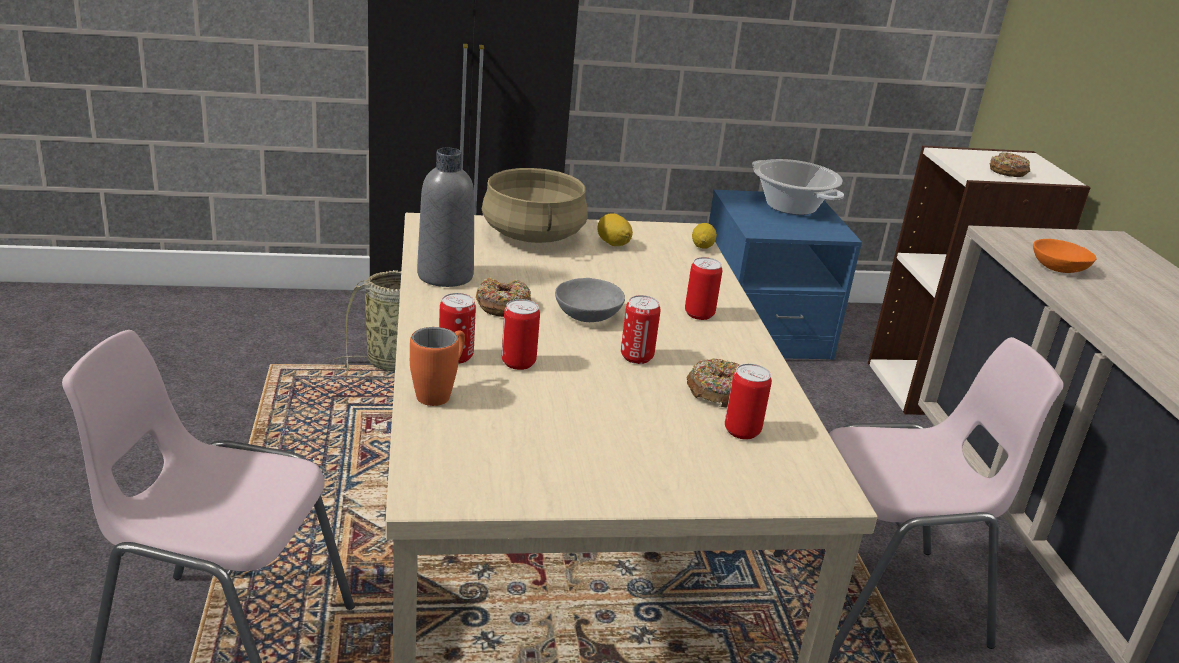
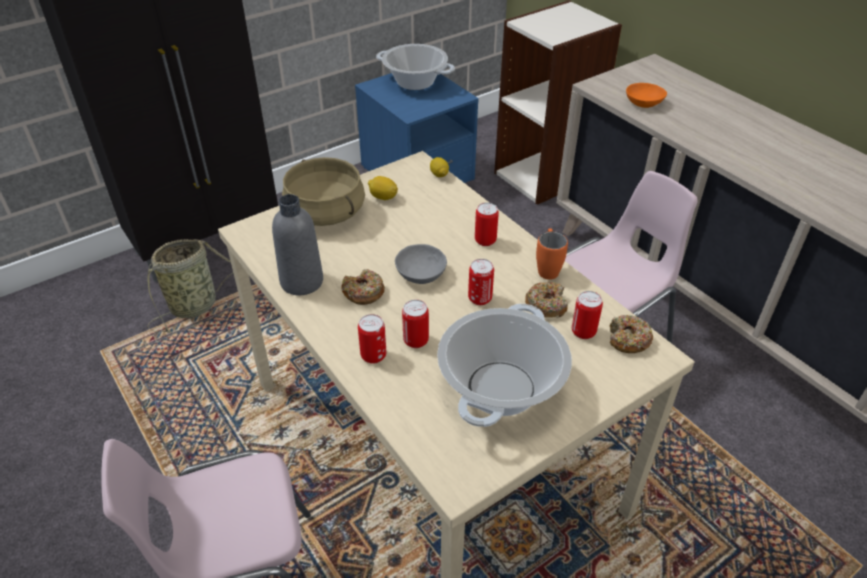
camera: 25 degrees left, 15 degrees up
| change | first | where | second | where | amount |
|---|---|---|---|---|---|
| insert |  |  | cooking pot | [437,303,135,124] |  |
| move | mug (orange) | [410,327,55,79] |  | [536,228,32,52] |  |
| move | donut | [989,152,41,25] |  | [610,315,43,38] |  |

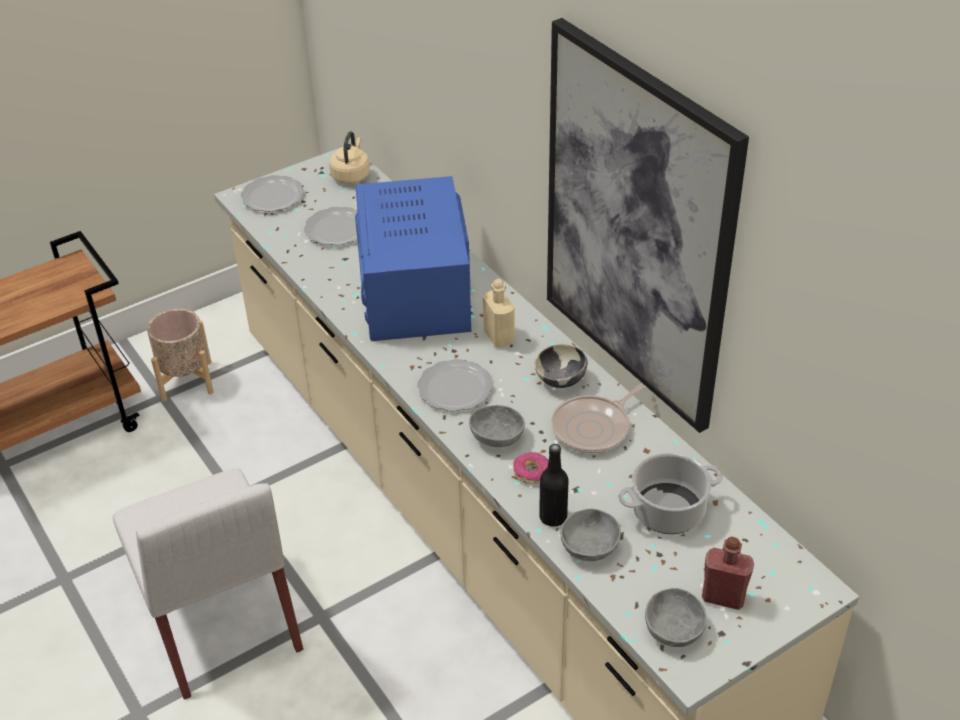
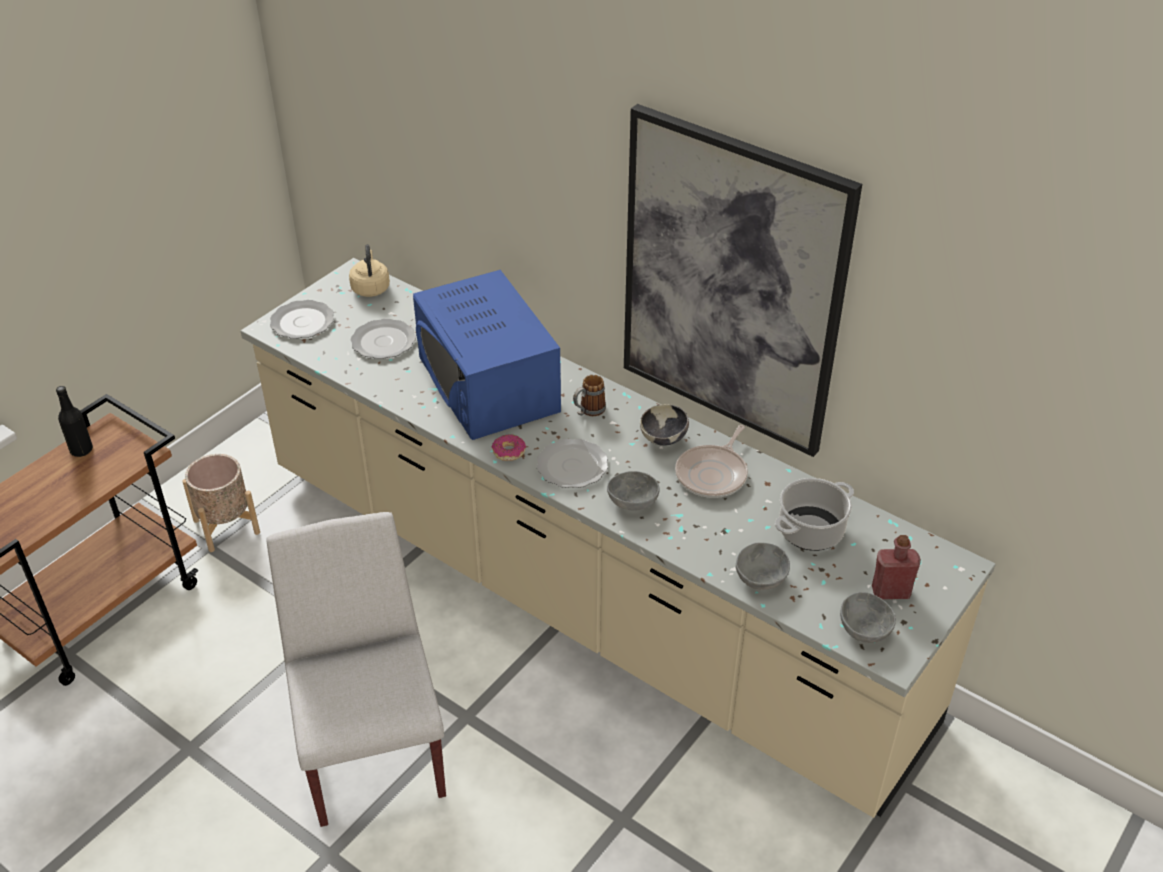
camera: 20 degrees left, 0 degrees up
| change | first | where | second | where | amount |
|---|---|---|---|---|---|
| move | bottle (black) | [539,444,30,82] |  | [56,386,37,71] |  |
| rotate | chair (white) | [113,469,190,231] |  | [267,512,179,315] | 150 degrees counterclockwise |
| move | donut | [513,452,36,32] |  | [492,434,34,27] |  |
| replace | bottle (beige) | [483,279,32,68] | mug | [573,375,33,41] |  |

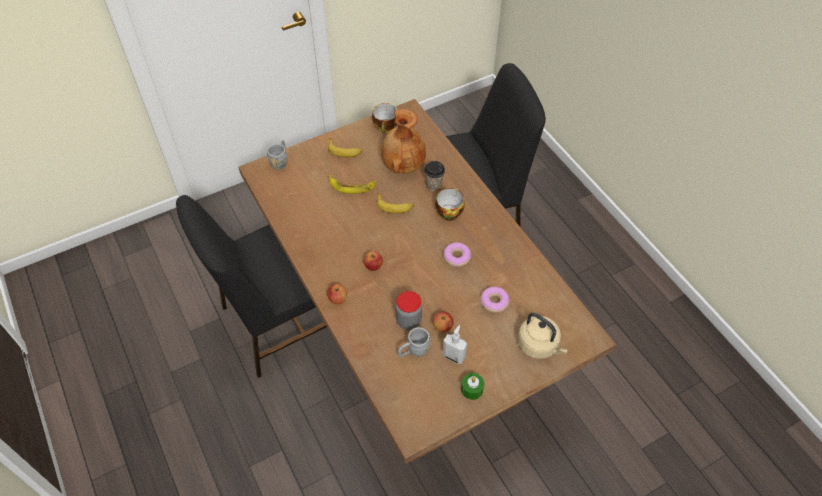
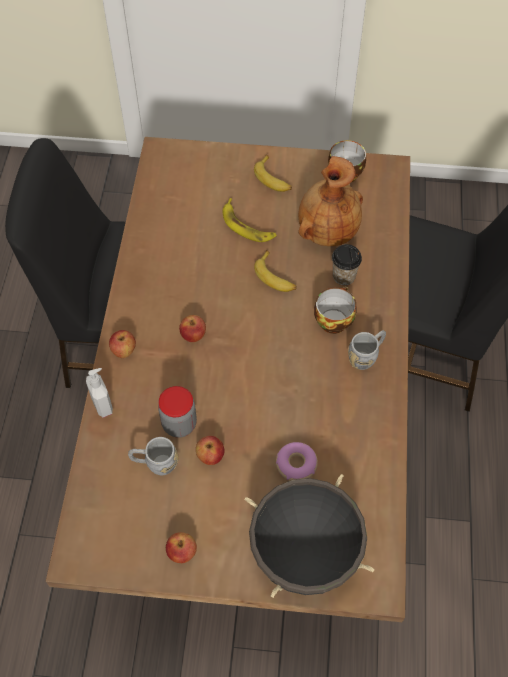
camera: 35 degrees right, 5 degrees up
| change | first | where | second | where | amount |
|---|---|---|---|---|---|
| move | soap dispenser | [443,325,24,39] |  | [86,368,27,50] |  |
| replace | candle (green) | [461,373,23,27] | apple | [166,532,31,31] |  |
| replace | kettle (beige) | [518,313,49,46] | cooking pot (black) | [245,474,129,124] |  |
| move | mug (grey) | [267,140,21,30] |  | [348,330,38,40] |  |
| delete | donut | [443,242,28,25] |  |  |  |

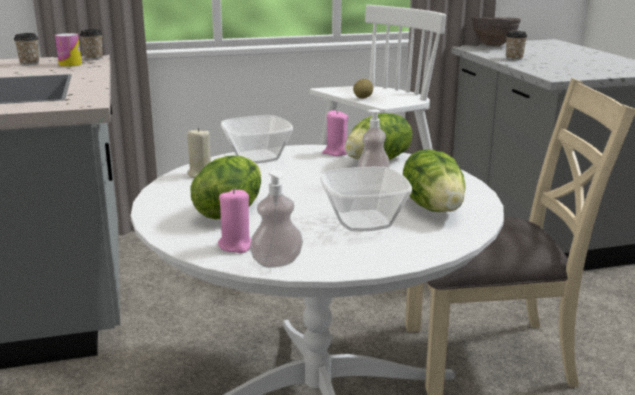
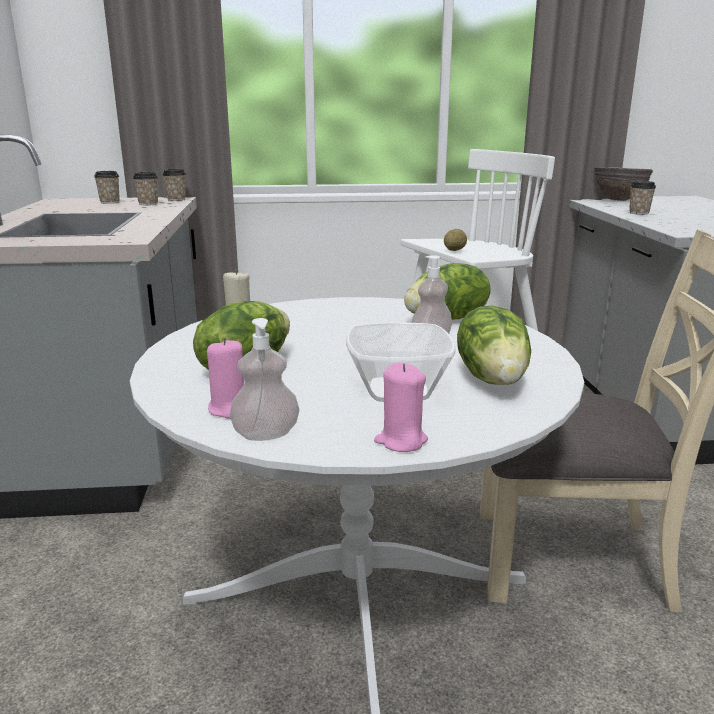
camera: 10 degrees right, 0 degrees up
| change | first | where | second | where | amount |
|---|---|---|---|---|---|
| replace | can | [55,33,27,34] | cup | [133,172,25,33] |  |
| move | candle (pink) | [322,110,26,46] |  | [374,362,54,90] |  |
| delete | bowl | [221,115,72,49] |  |  |  |

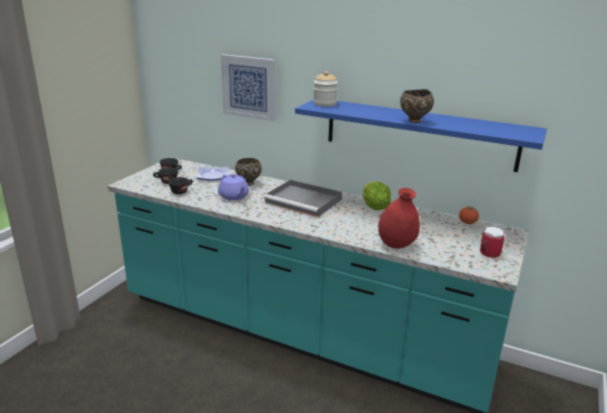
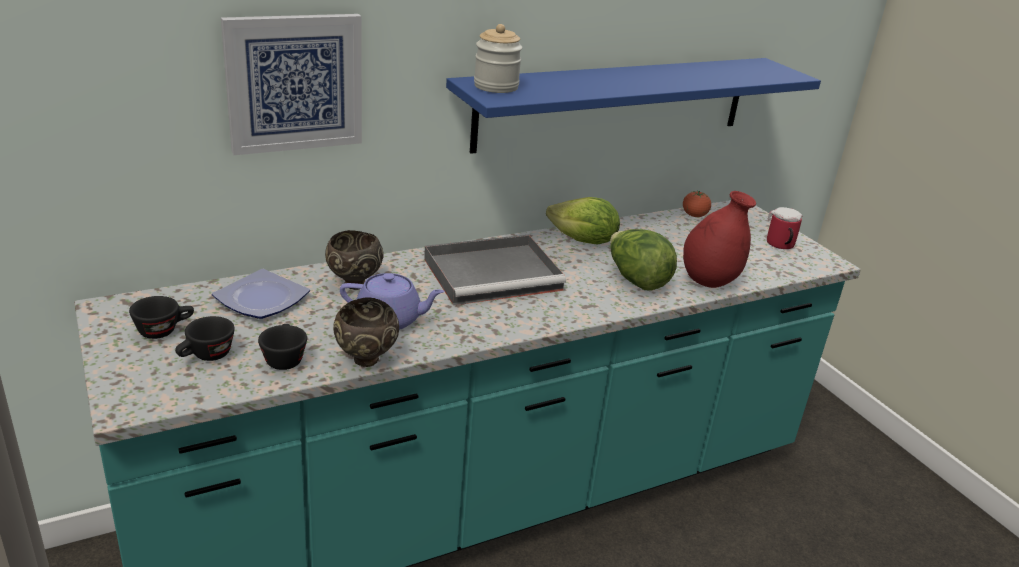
camera: 55 degrees left, 5 degrees up
| change | first | where | second | where | amount |
|---|---|---|---|---|---|
| move | bowl (brown) | [400,89,34,34] |  | [333,298,66,69] |  |
| insert |  |  | lettuce | [610,229,67,62] |  |

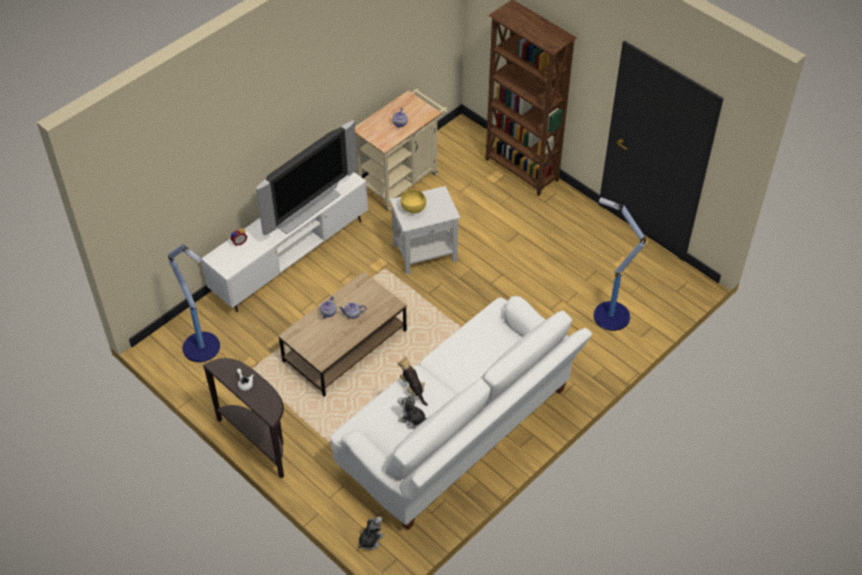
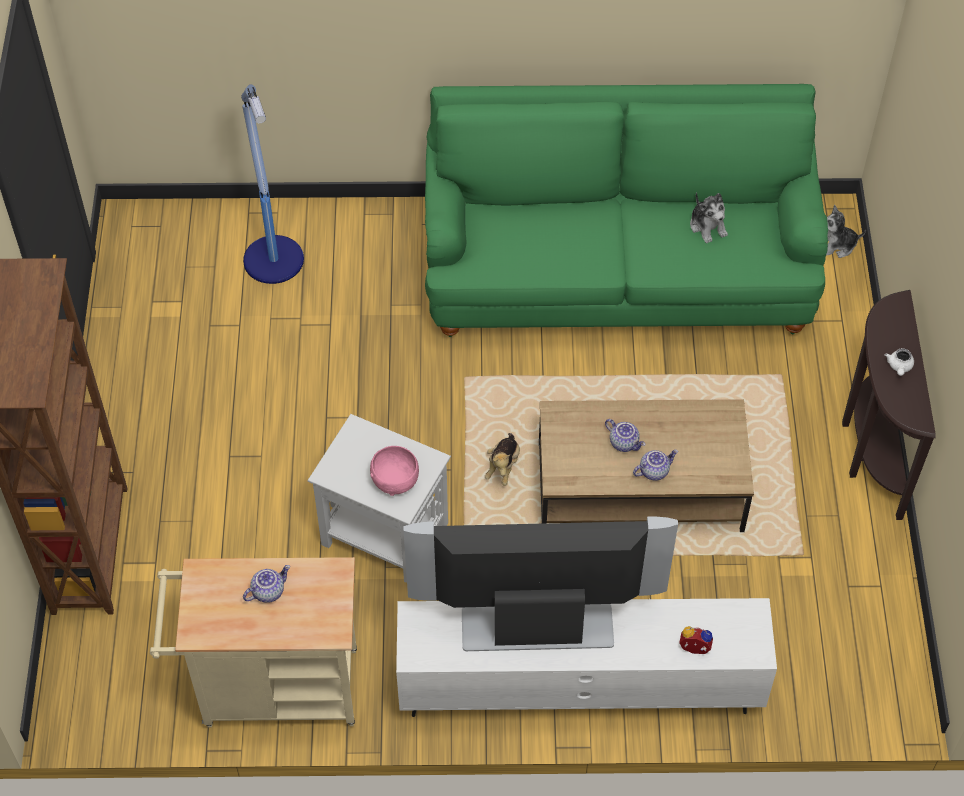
camera: 135 degrees left, 5 degrees up
| change | first | where | second | where | amount |
|---|---|---|---|---|---|
| recolor | bowl (yellow) | [400,189,26,24] | bowl (pink) | [370,446,49,50] |  |
| recolor | sofa (white) | [331,296,261,234] | sofa (green) | [425,84,403,253] |  |
| move | plush toy | [397,355,31,51] |  | [485,433,35,53] |  |
| delete | floor lamp | [168,244,52,118] |  |  |  |

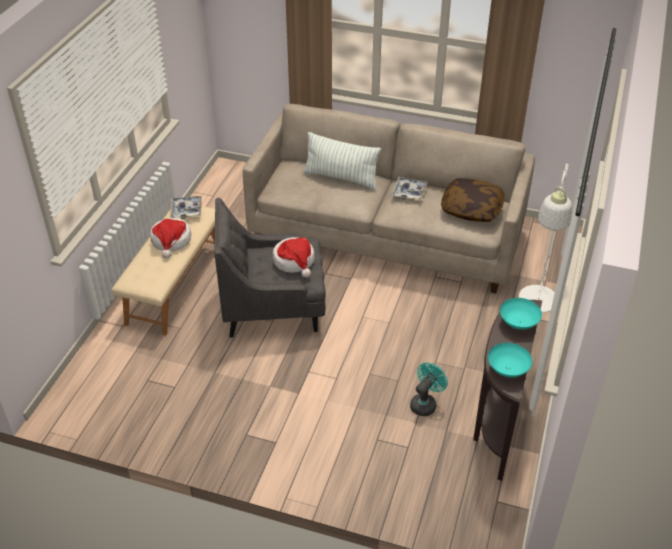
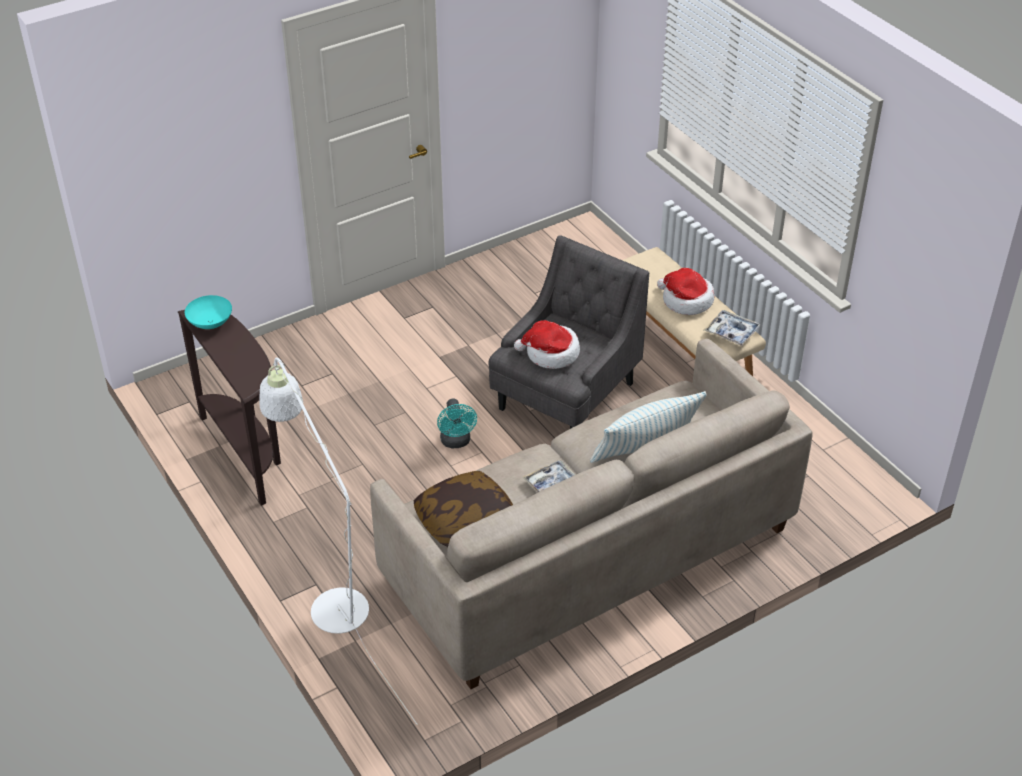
camera: 130 degrees right, 0 degrees up
| change | first | where | second | where | amount |
|---|---|---|---|---|---|
| move | fan (turquoise) | [410,363,38,53] |  | [437,398,40,50] |  |
| delete | bowl (turquoise) | [500,298,42,32] |  |  |  |

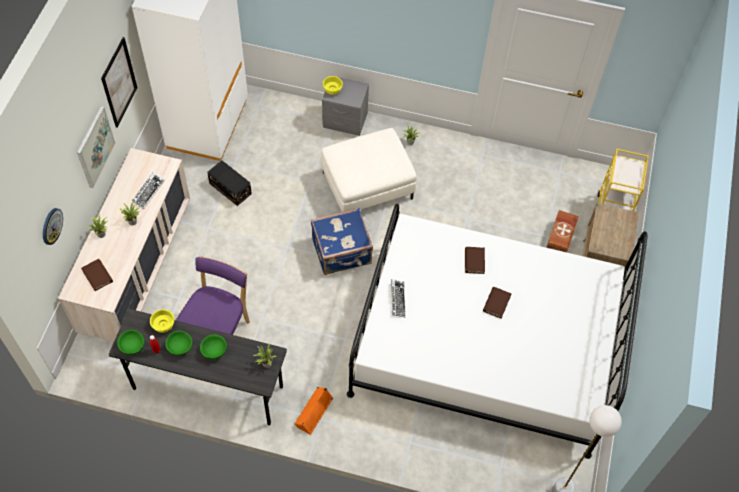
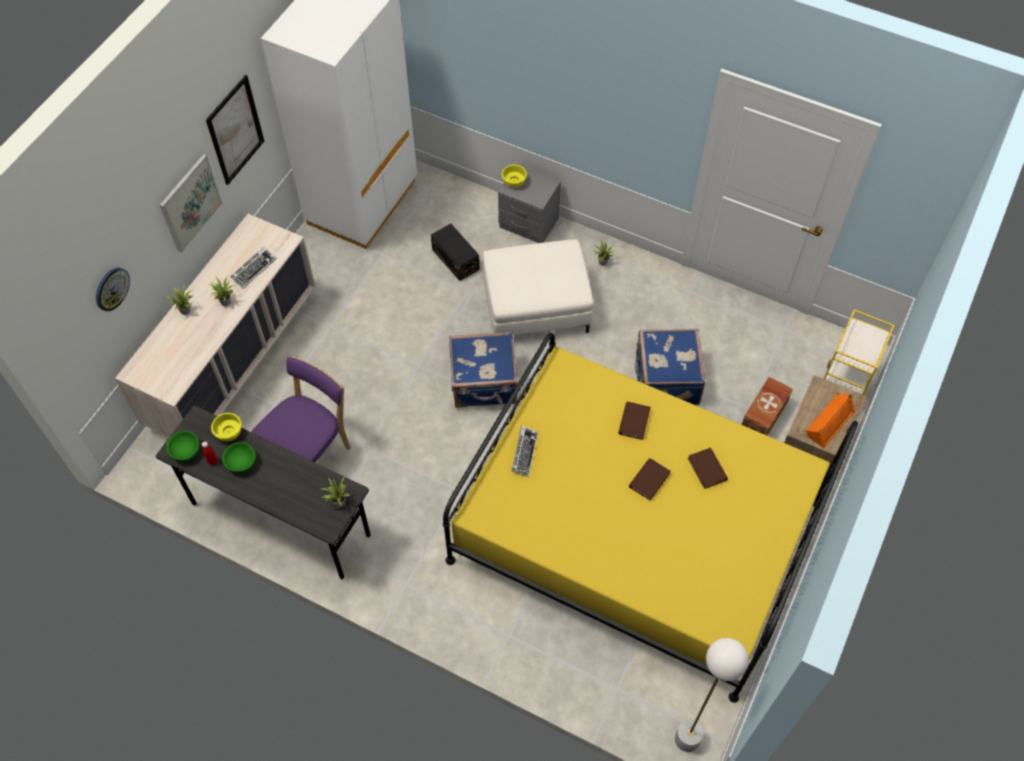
camera: 15 degrees right, 0 degrees up
| change | first | where | second | where | amount |
|---|---|---|---|---|---|
| move | storage box (black) | [207,160,45,46] |  | [431,224,49,57] |  |
| recolor | bed (white) | [347,204,300,255] | bed (yellow) | [443,333,415,370] |  |
| insert |  |  | suitcase (blue) | [635,329,70,77] |  |
| move | book (brown) | [81,259,32,32] |  | [688,448,40,41] |  |
| move | speaker (orange) | [294,387,39,48] |  | [806,393,49,55] |  |
| delete | bowl (green) | [200,335,27,24] |  |  |  |

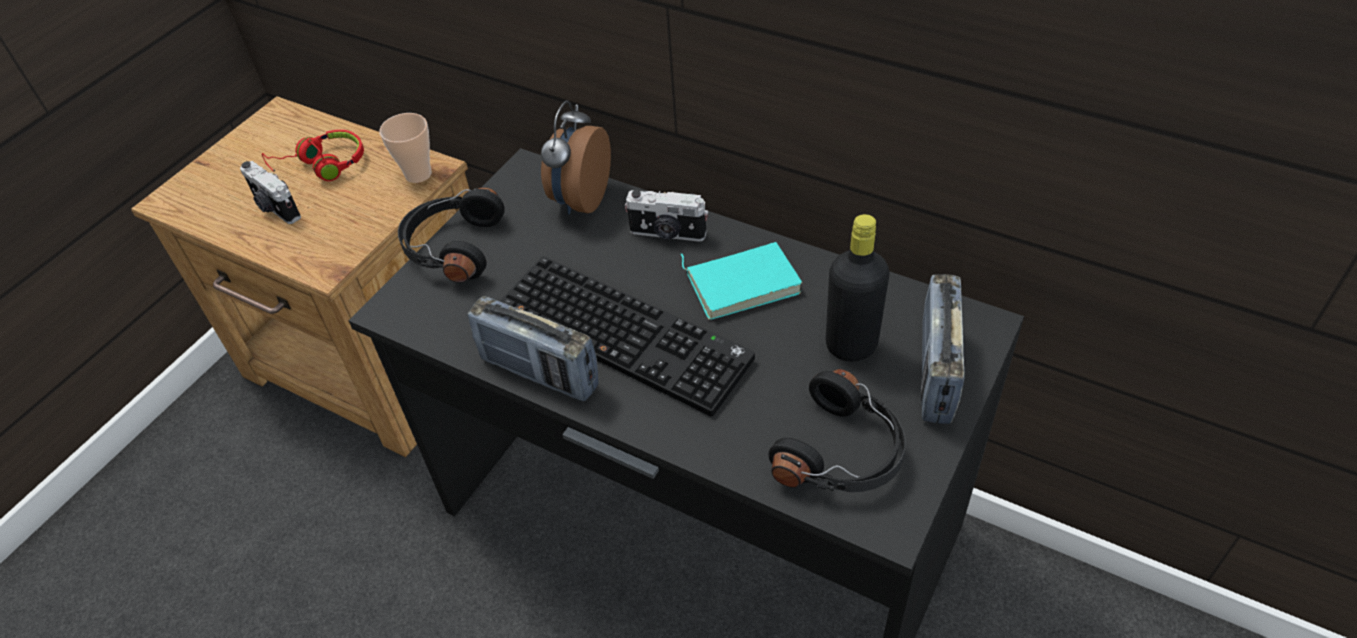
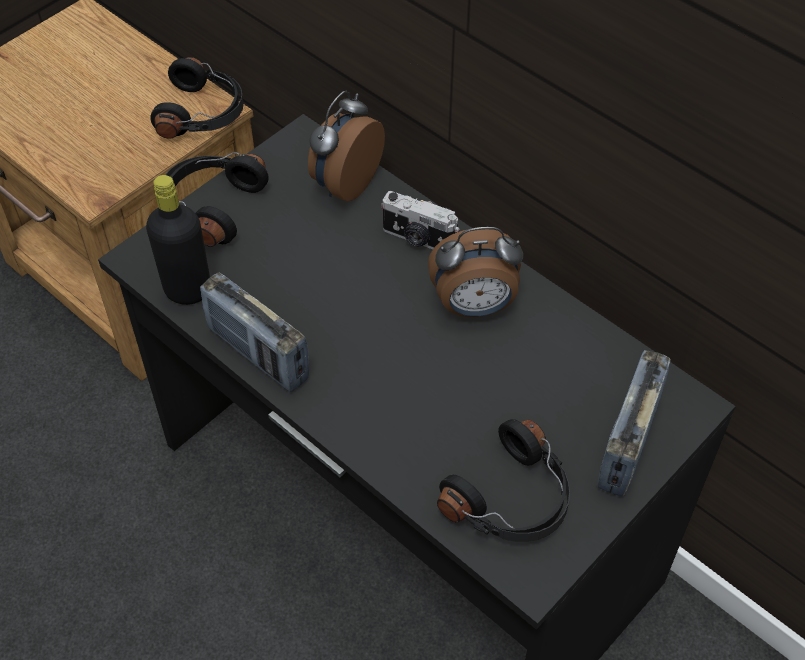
camera: 10 degrees right, 5 degrees up
| change | first | where | second | where | amount |
|---|---|---|---|---|---|
| move | bottle (black) | [826,214,64,147] |  | [146,175,64,130] |  |
| replace | cup | [379,113,52,70] | headphones (black) | [150,57,94,82] |  |
| replace | book (turquoise) | [681,242,121,78] | alarm clock | [428,227,95,90] |  |
| delete | photo camera | [240,161,61,63] |  |  |  |
| delete | headphones (red) | [262,130,102,51] |  |  |  |
| delete | keyboard | [499,256,256,161] |  |  |  |

